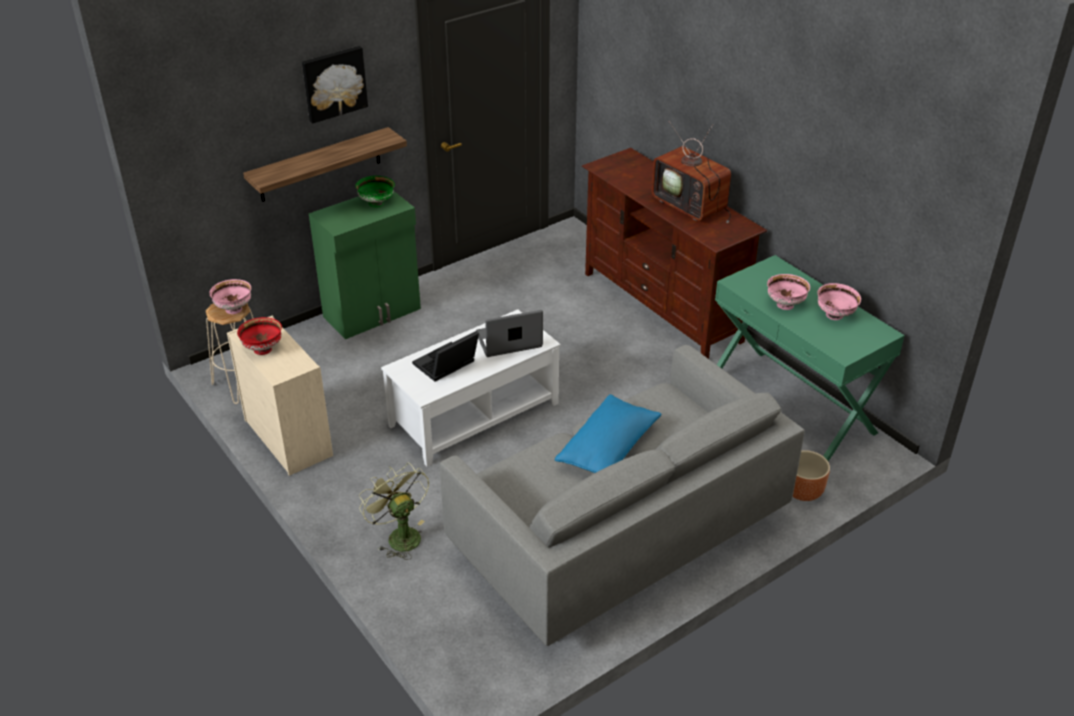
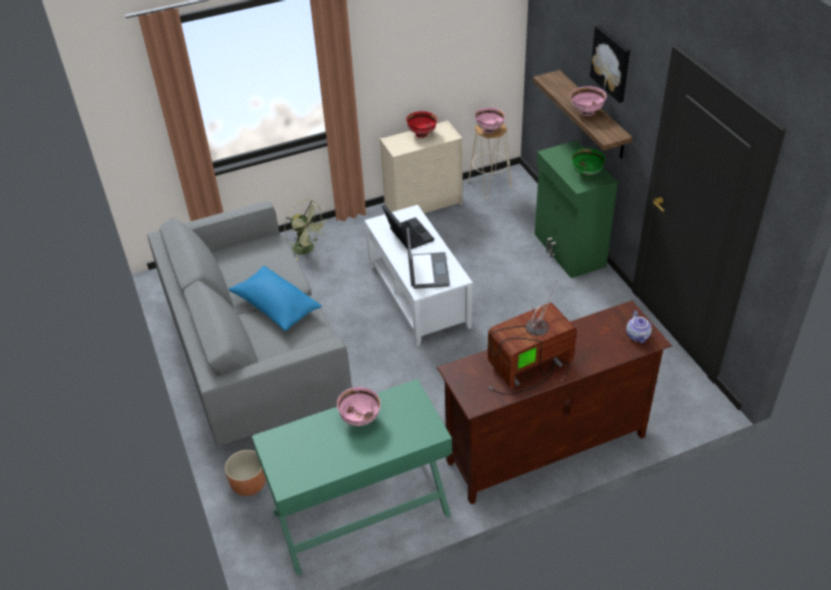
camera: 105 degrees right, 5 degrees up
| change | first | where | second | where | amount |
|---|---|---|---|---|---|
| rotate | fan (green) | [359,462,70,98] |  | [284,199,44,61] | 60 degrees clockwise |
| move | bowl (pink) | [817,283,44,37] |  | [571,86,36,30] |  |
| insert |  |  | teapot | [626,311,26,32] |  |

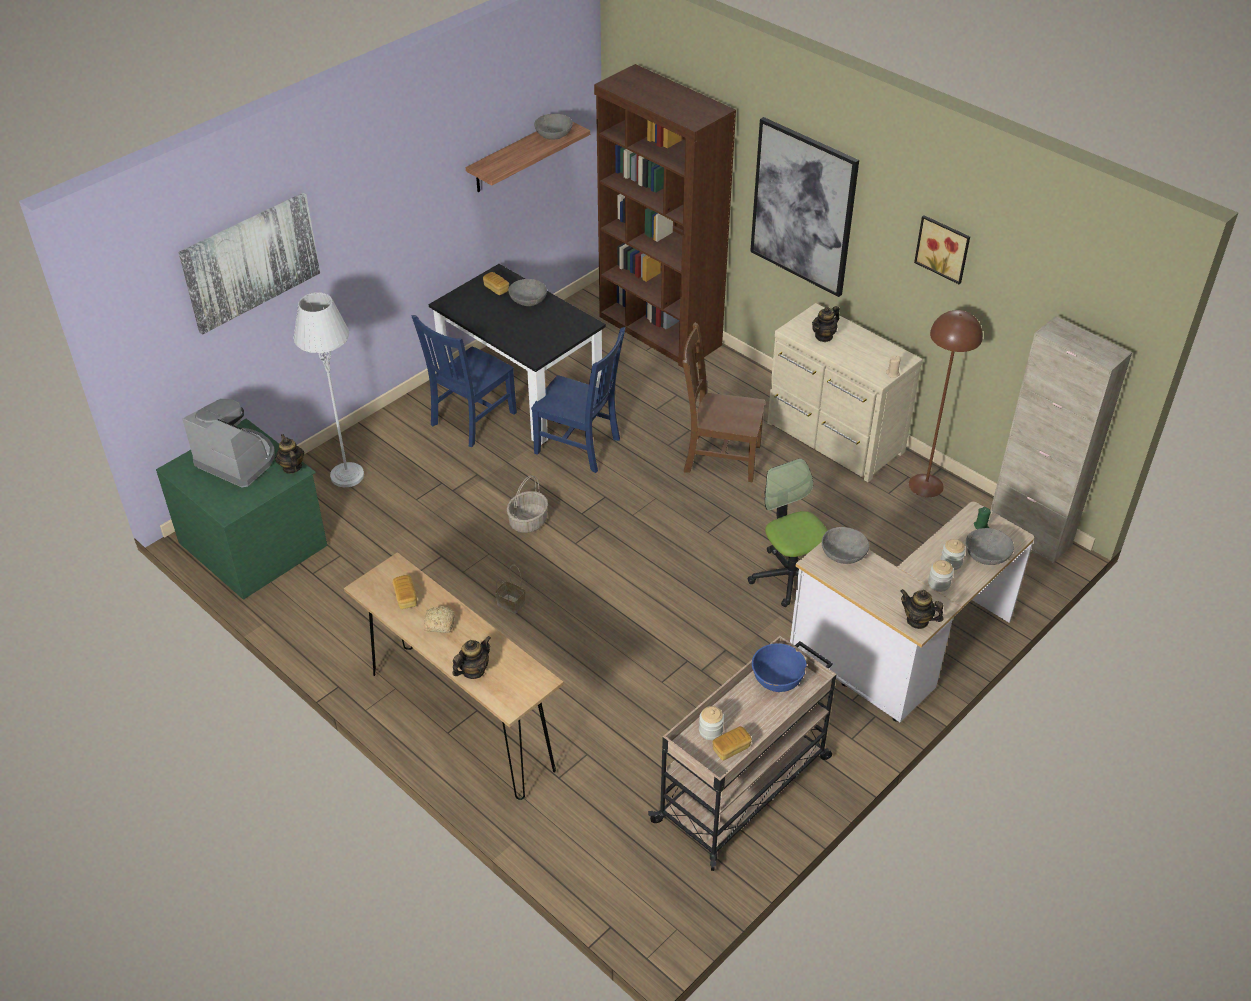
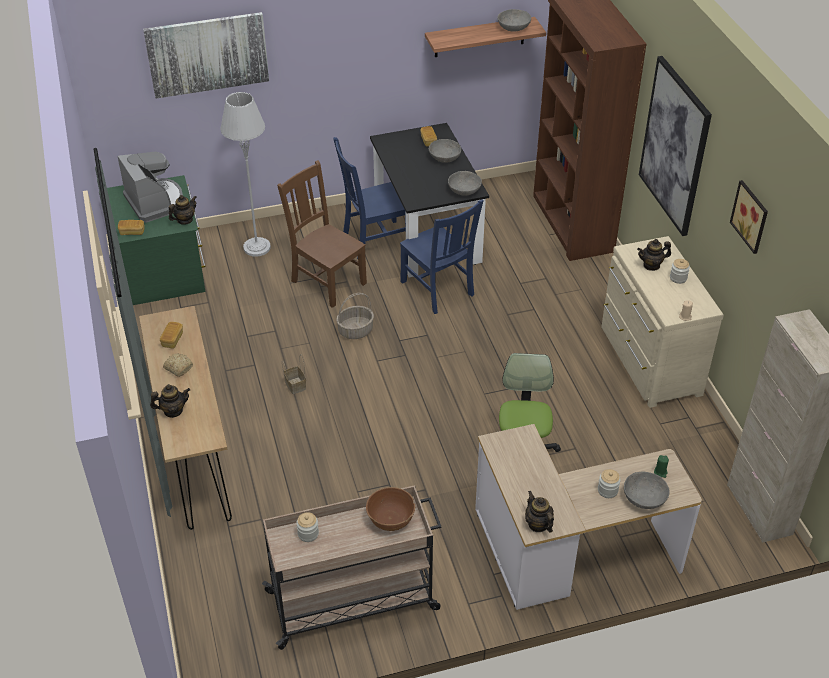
camera: 30 degrees right, 0 degrees up
| change | first | where | second | where | amount |
|---|---|---|---|---|---|
| move | bread | [712,726,40,35] |  | [118,220,27,15] |  |
| rotate | teapot | [275,434,29,40] |  | [169,195,27,30] | 45 degrees clockwise |
| move | chair (brown) | [682,323,83,159] |  | [277,160,90,148] |  |
| recolor | bowl (blue) | [752,643,55,49] | bowl (brown) | [366,487,49,44] |  |
| move | bowl (grey) | [822,527,47,37] |  | [448,171,34,24] |  |
| move | jar | [928,560,26,32] |  | [670,259,20,25] |  |
| delete | floor lamp (brown) | [909,310,74,187] |  |  |  |

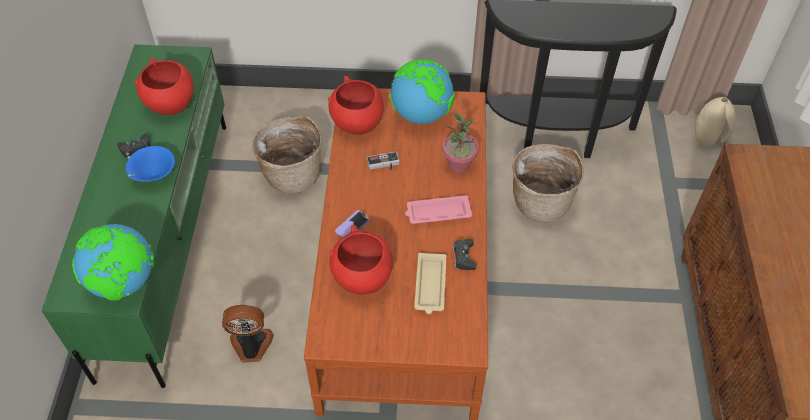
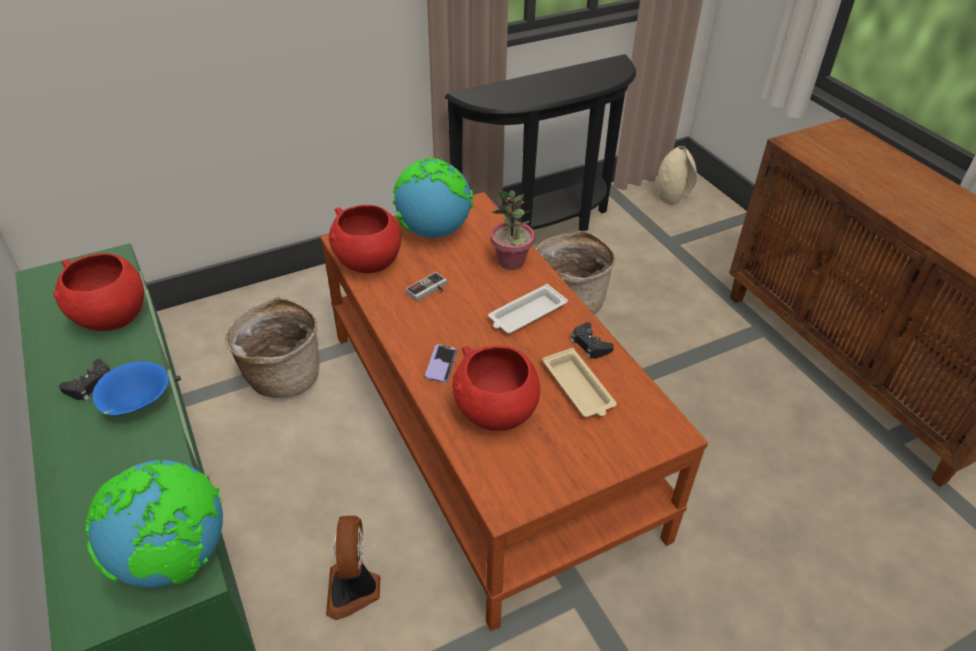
camera: 30 degrees left, 10 degrees down
| change | first | where | second | where | amount |
|---|---|---|---|---|---|
| rotate | fan | [222,305,52,58] |  | [326,516,54,104] | 60 degrees counterclockwise |
| recolor | tray (pink) | [405,195,67,29] | tray (white) | [488,284,80,50] |  |

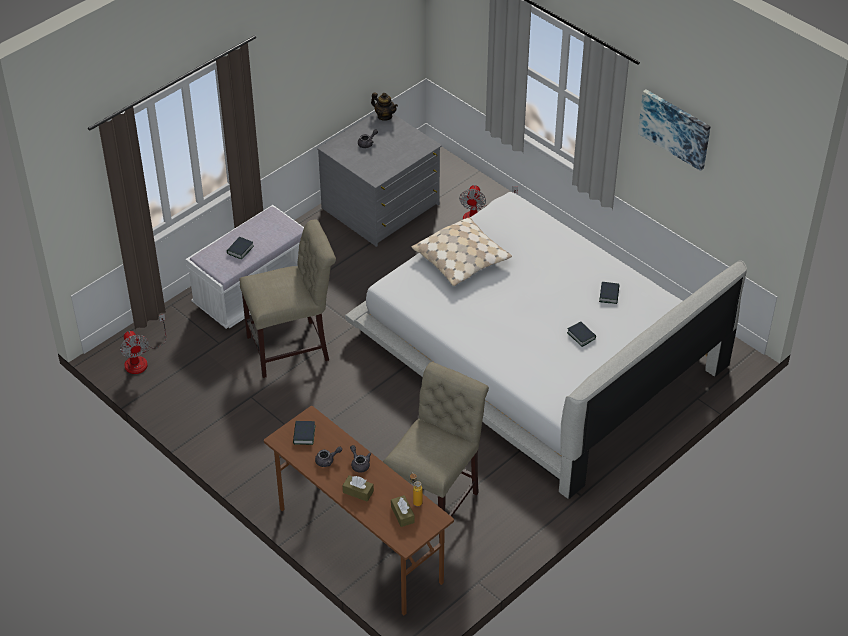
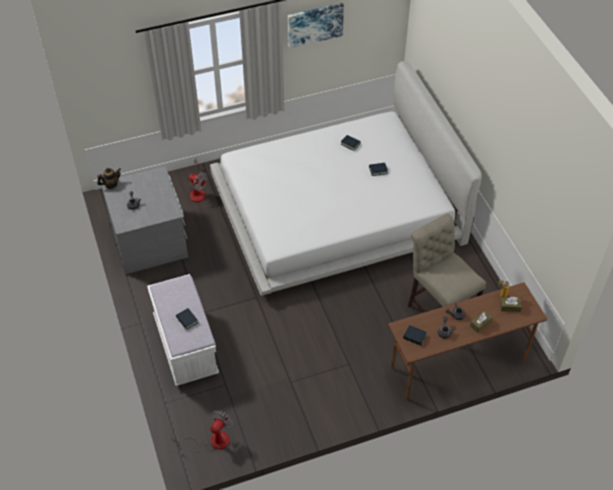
camera: 65 degrees left, 5 degrees up
| change | first | where | second | where | amount |
|---|---|---|---|---|---|
| rotate | fan | [120,314,46,60] |  | [171,410,62,43] | 60 degrees counterclockwise |
| delete | chair (beige) | [239,219,97,159] |  |  |  |
| delete | pillow (beige) | [412,217,100,69] |  |  |  |

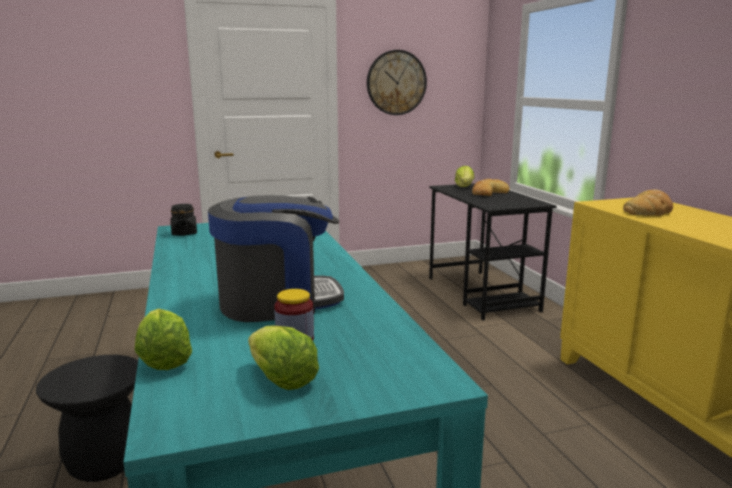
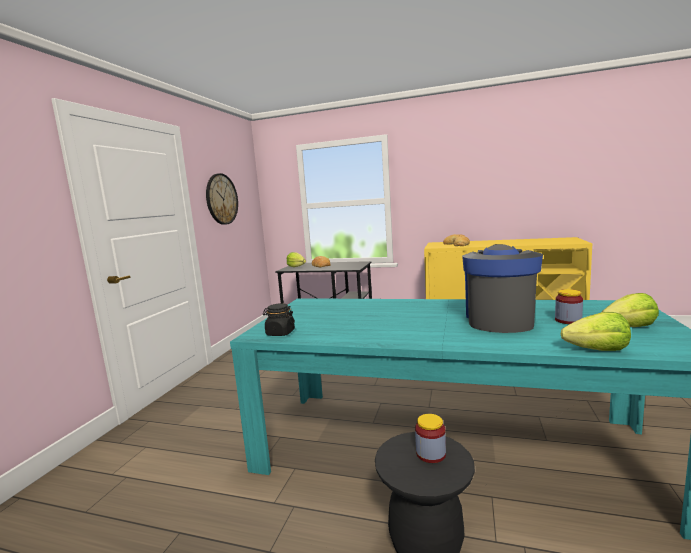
camera: 55 degrees left, 5 degrees down
| change | first | where | second | where | amount |
|---|---|---|---|---|---|
| insert |  |  | jar | [415,414,31,49] |  |

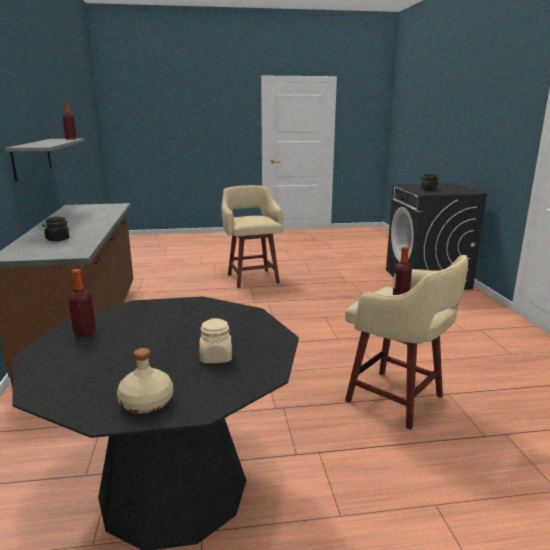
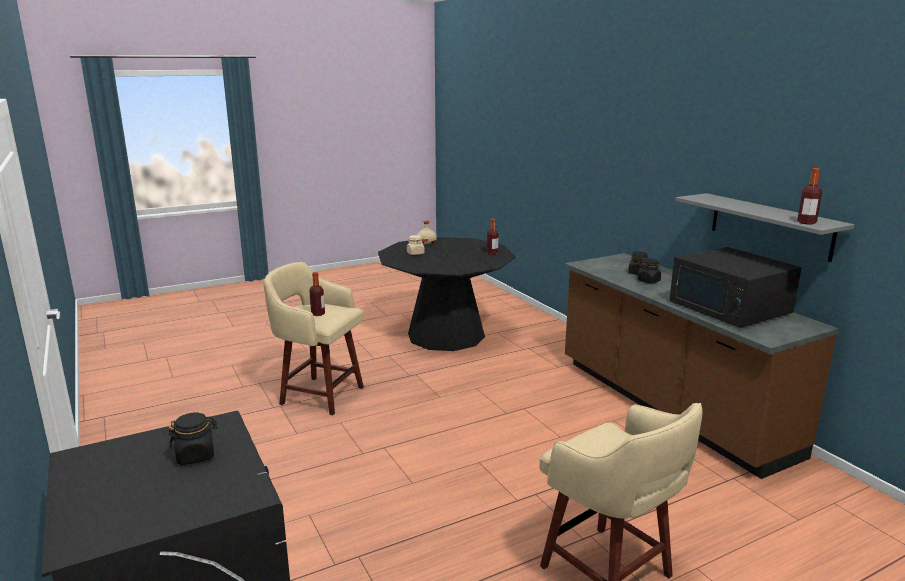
camera: 160 degrees right, 0 degrees up
| change | first | where | second | where | amount |
|---|---|---|---|---|---|
| insert |  |  | jar (black) | [637,259,24,24] |  |
| insert |  |  | microwave (black) | [669,247,132,81] |  |

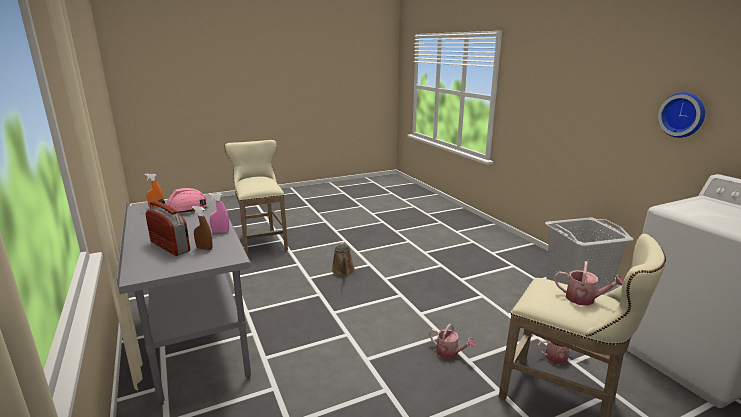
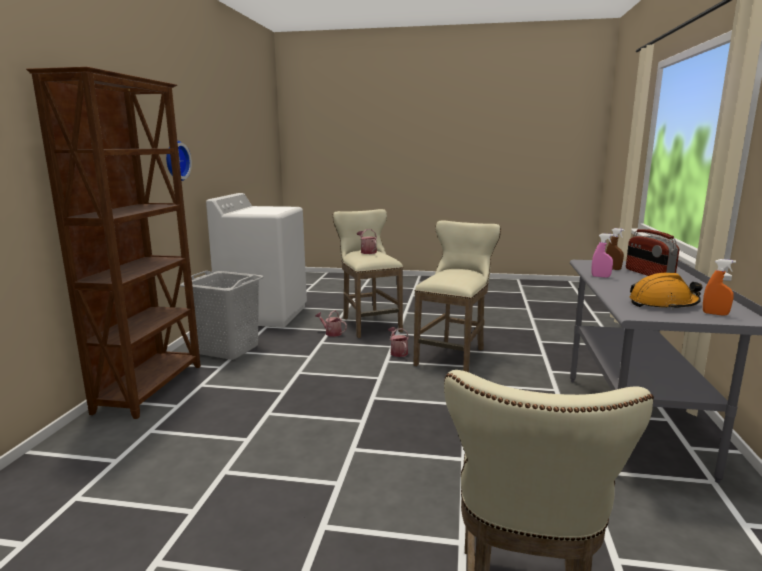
camera: 145 degrees left, 5 degrees down
| change | first | where | second | where | amount |
|---|---|---|---|---|---|
| insert |  |  | bookcase (brown) | [26,67,175,352] |  |
| insert |  |  | stool (beige) | [413,221,88,151] |  |
| recolor | hard hat (pink) | [158,188,50,25] | hard hat (orange) | [630,273,72,37] |  |
| delete | watering can (brown) | [331,242,24,34] |  |  |  |

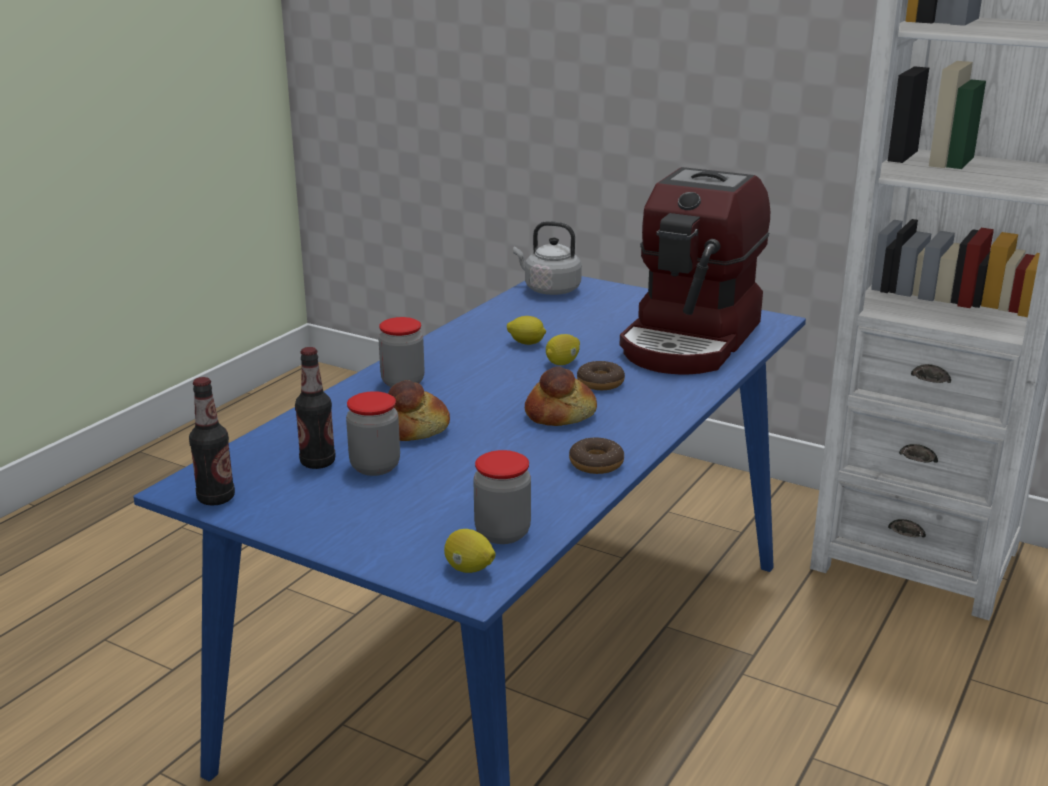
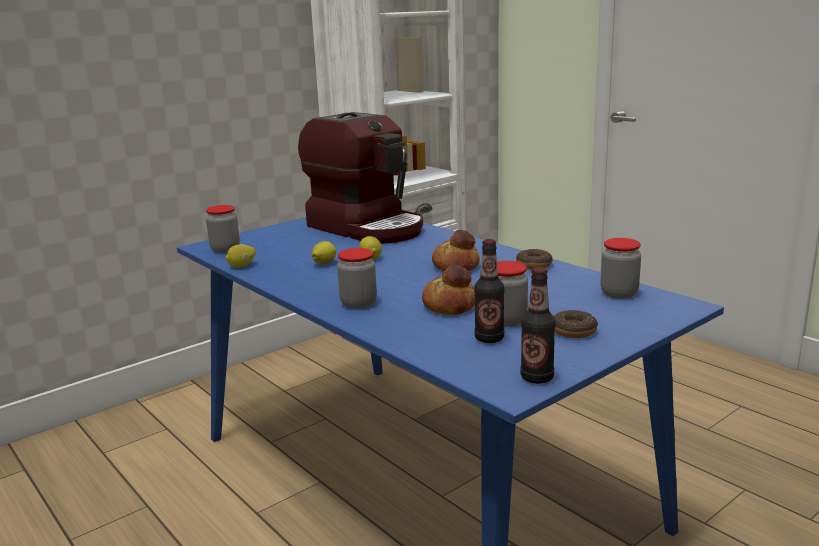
camera: 70 degrees left, 5 degrees down
| change | first | where | second | where | amount |
|---|---|---|---|---|---|
| replace | kettle (grey) | [513,221,69,74] | jar | [206,205,34,48] |  |
| move | lemon | [444,529,52,44] |  | [226,244,30,24] |  |
| move | donut | [577,361,48,29] |  | [554,310,44,28] |  |

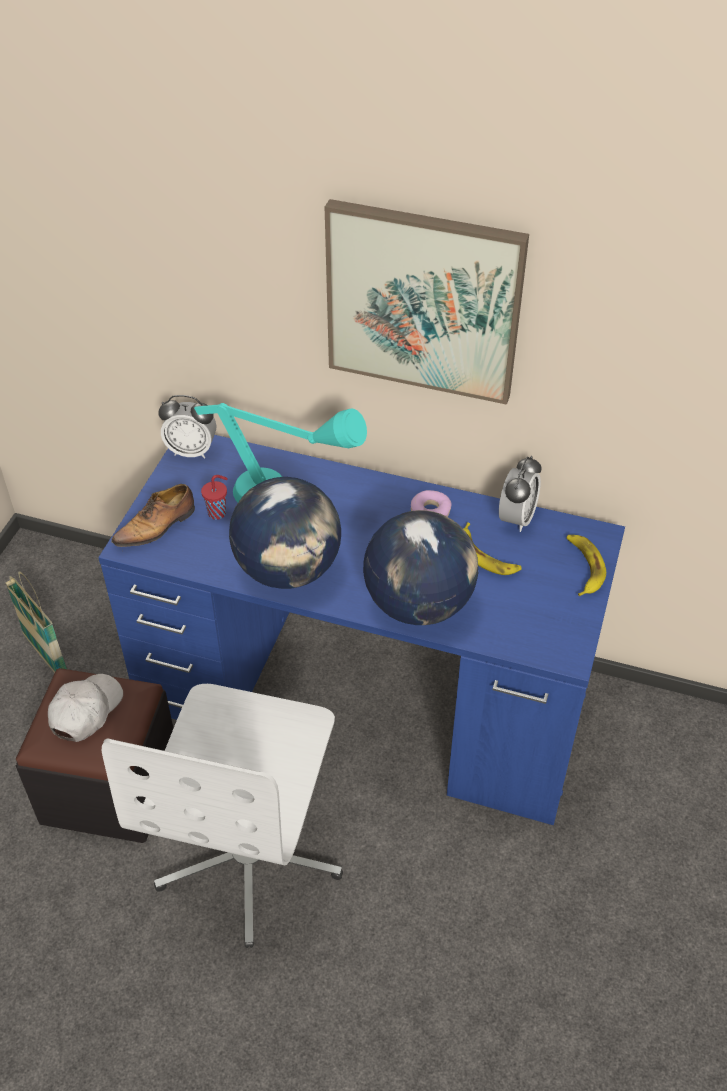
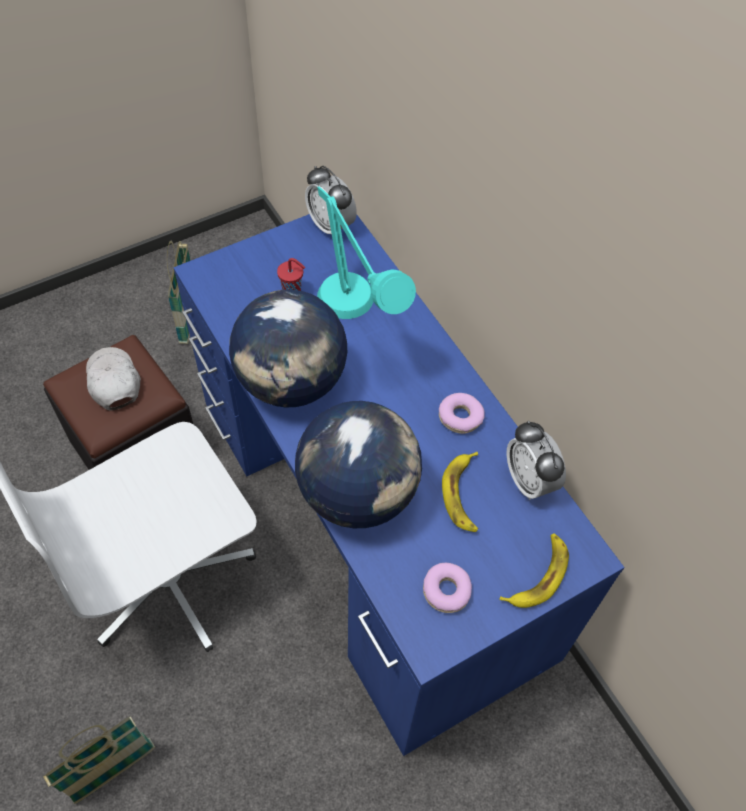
camera: 40 degrees right, 10 degrees up
| change | first | where | second | where | amount |
|---|---|---|---|---|---|
| insert |  |  | basket | [43,716,112,88] |  |
| rotate | cap (white) | [48,674,75,68] |  | [86,347,55,64] | 90 degrees counterclockwise |
| insert |  |  | donut | [423,563,49,50] |  |
| rotate | alarm clock | [499,456,43,76] |  | [507,421,59,79] | 90 degrees clockwise |
| delete | shoe | [111,484,84,63] |  |  |  |
| delete | picture | [325,199,204,206] |  |  |  |

